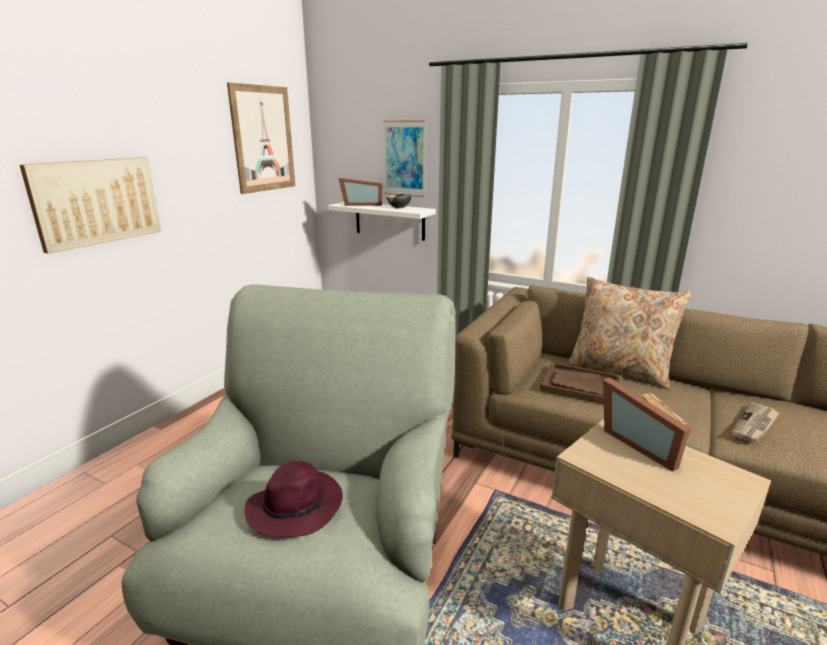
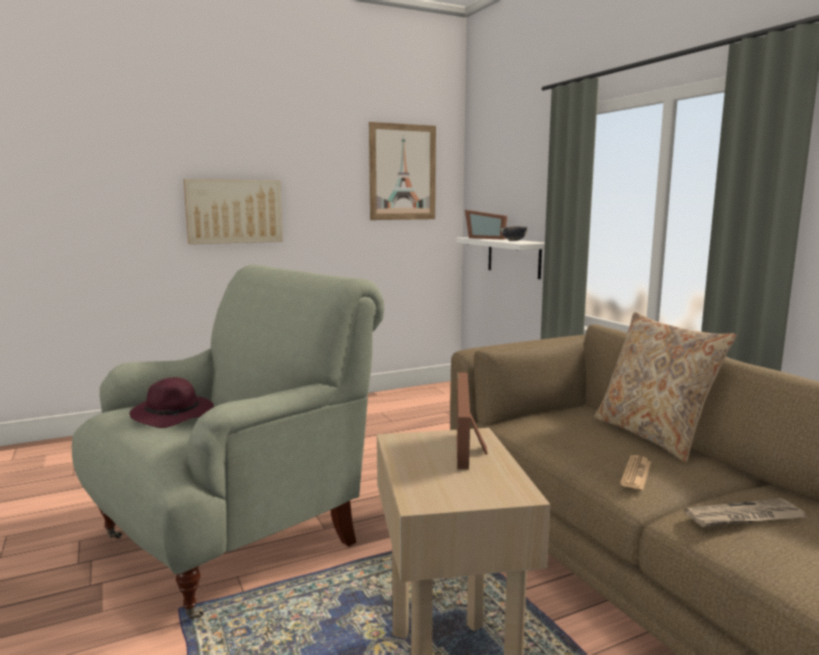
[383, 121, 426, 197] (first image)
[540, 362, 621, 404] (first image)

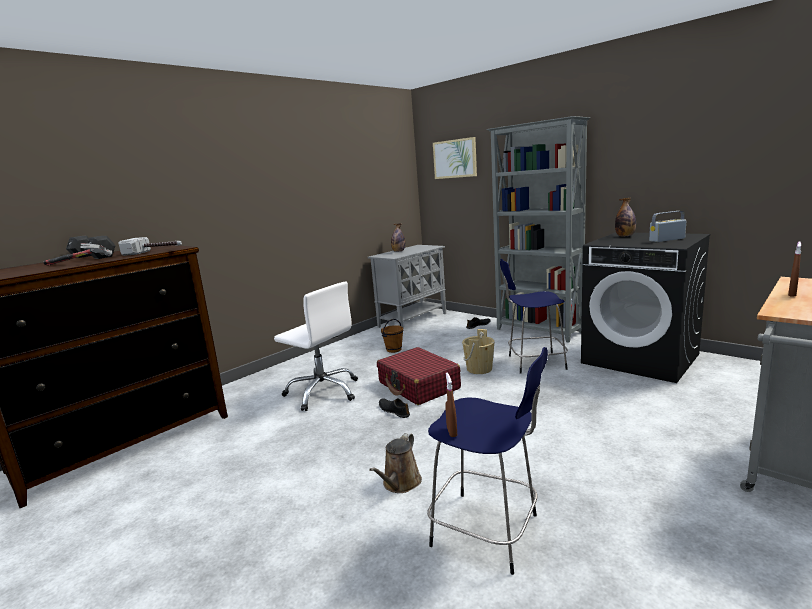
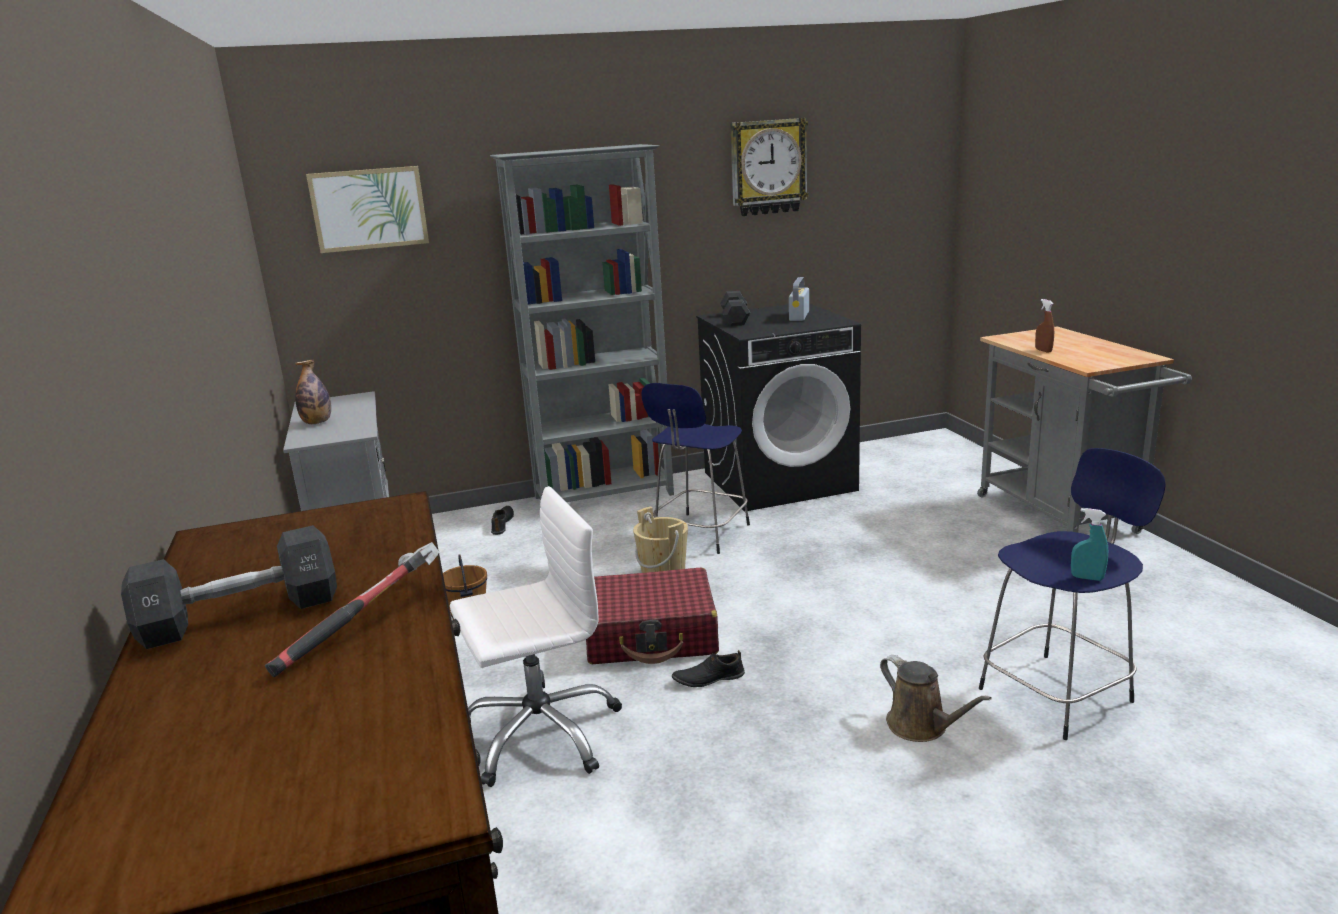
[119, 237, 182, 256] (first image)
[1071, 508, 1108, 581]
[720, 291, 750, 326]
[730, 118, 809, 216]

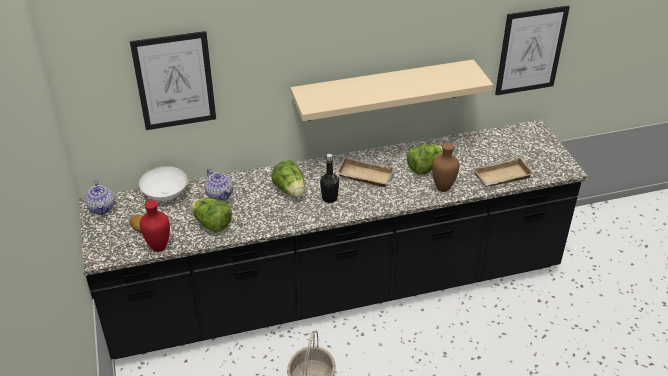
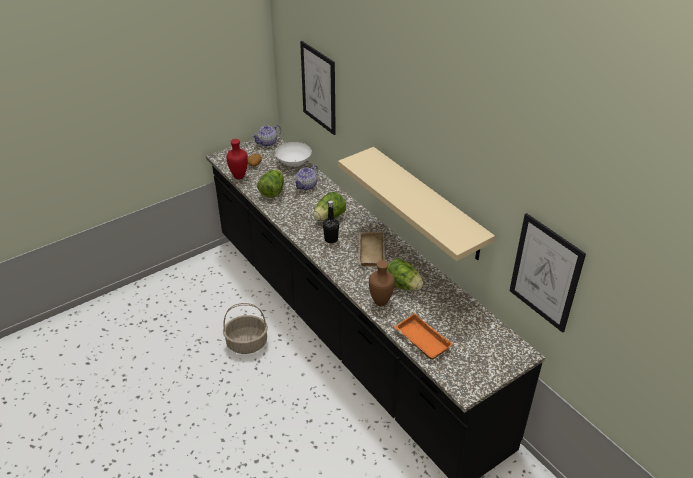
[394, 313, 453, 360]

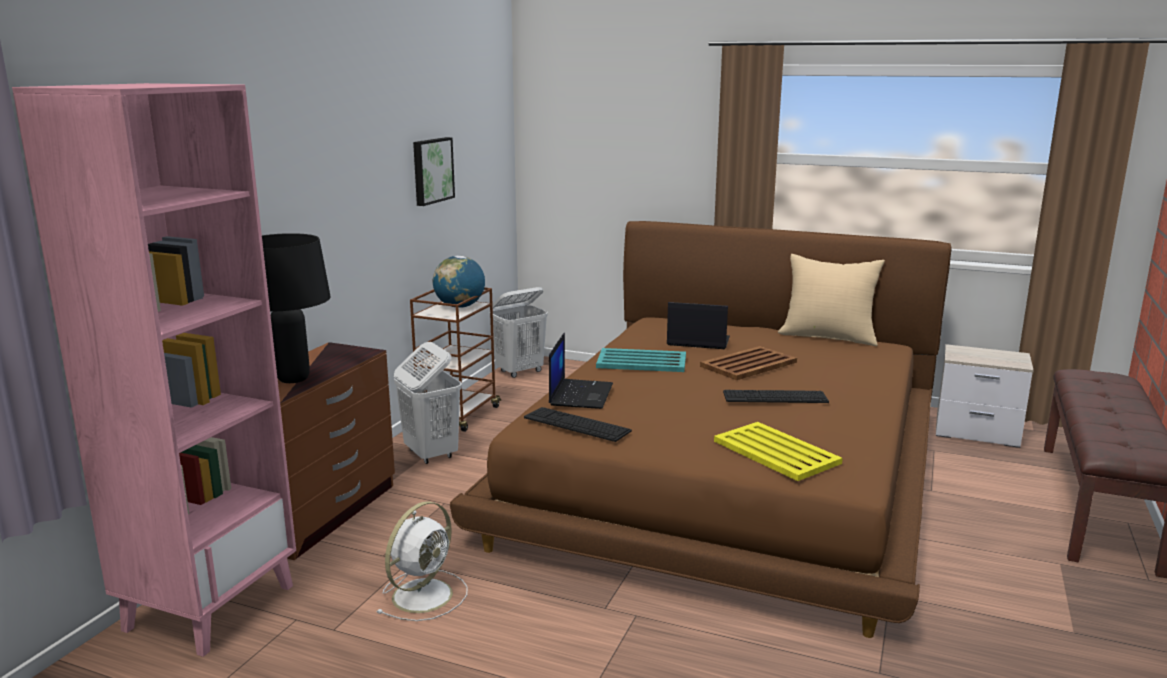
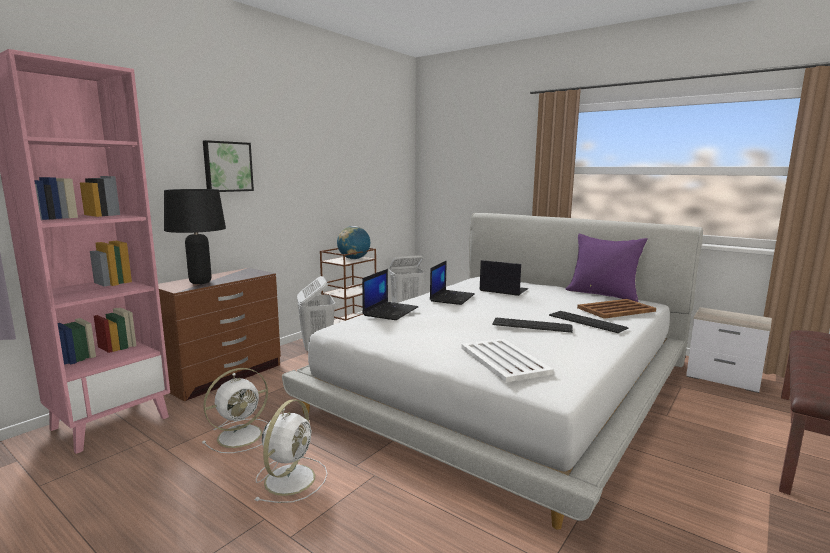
[203, 140, 254, 192]
[282, 213, 703, 530]
[549, 311, 628, 333]
[430, 260, 475, 305]
[577, 299, 656, 319]
[461, 339, 554, 382]
[566, 234, 648, 302]
[255, 399, 327, 503]

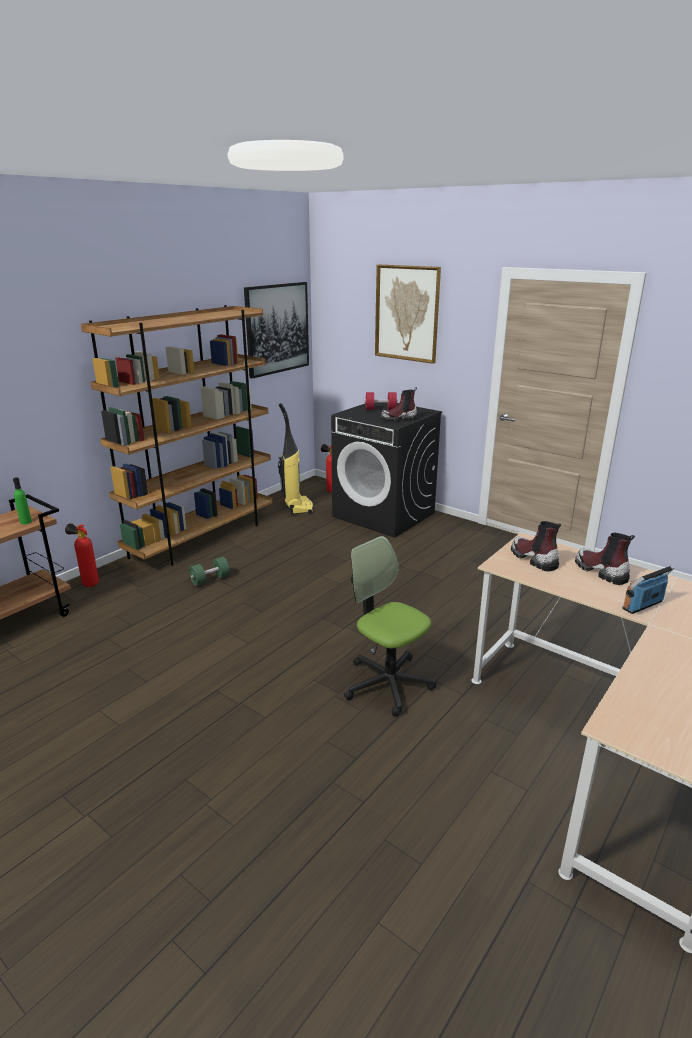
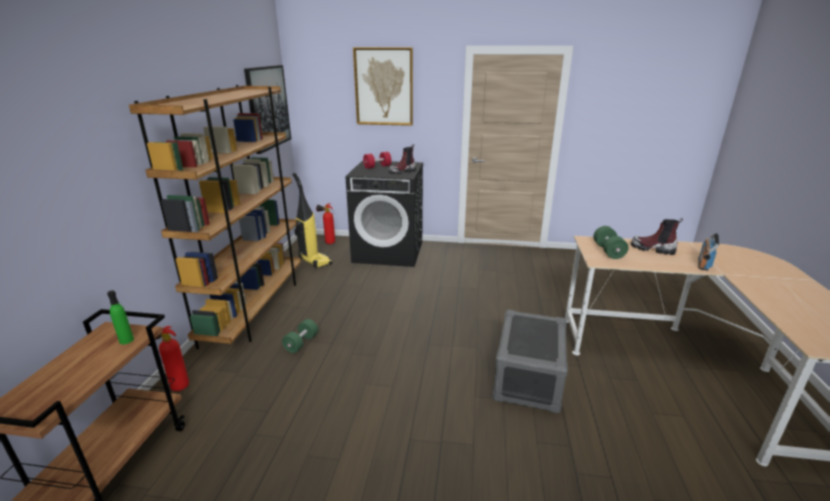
[492, 310, 568, 413]
[593, 226, 629, 259]

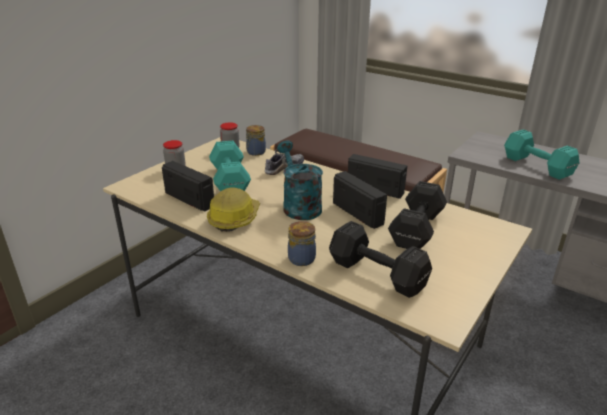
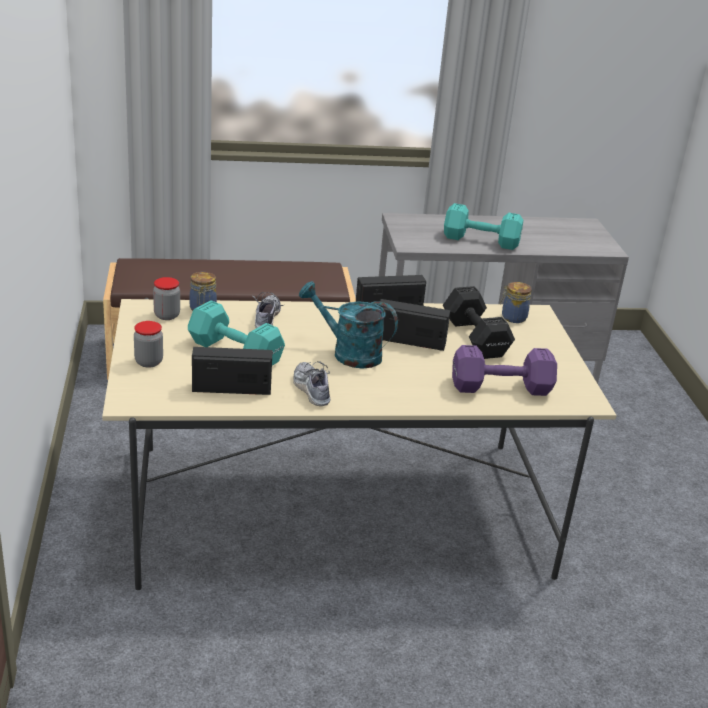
[293, 361, 331, 406]
[500, 282, 532, 323]
[452, 345, 557, 396]

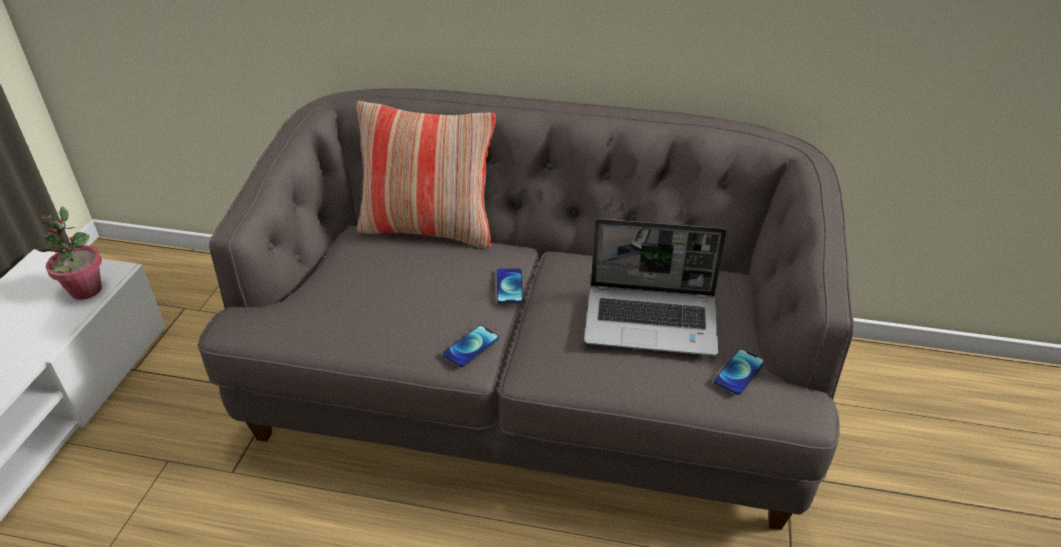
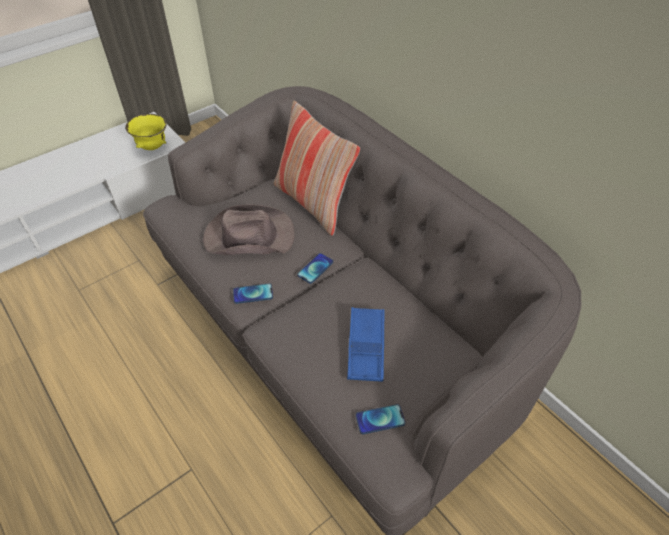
[125, 114, 167, 150]
[347, 307, 385, 382]
[203, 204, 294, 255]

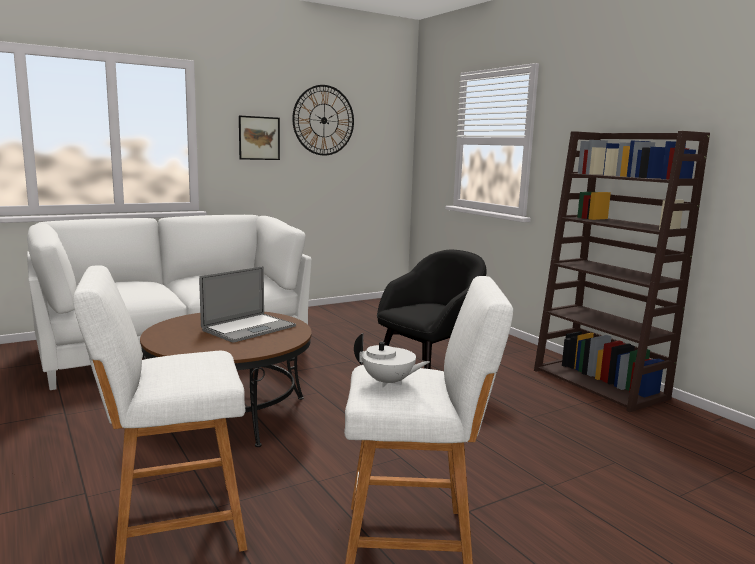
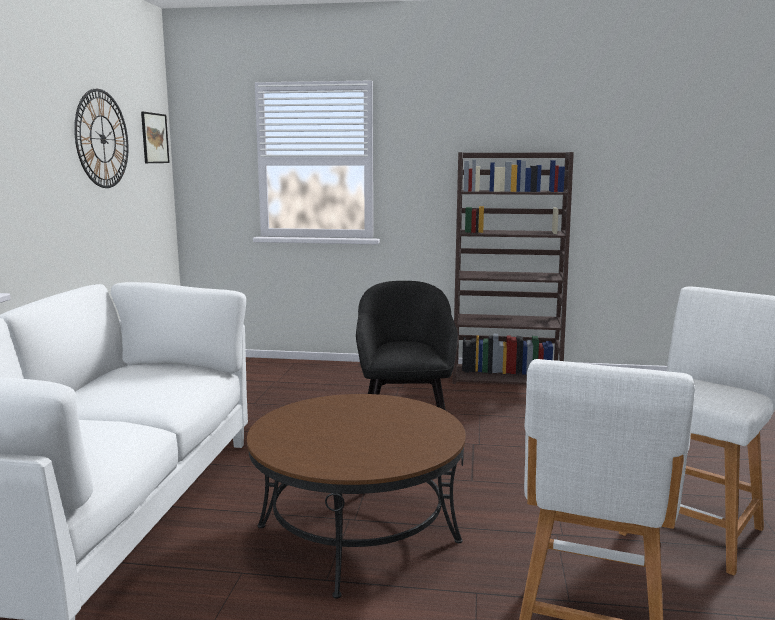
[199, 266, 296, 343] (first image)
[141, 112, 170, 163]
[354, 333, 430, 387] (first image)

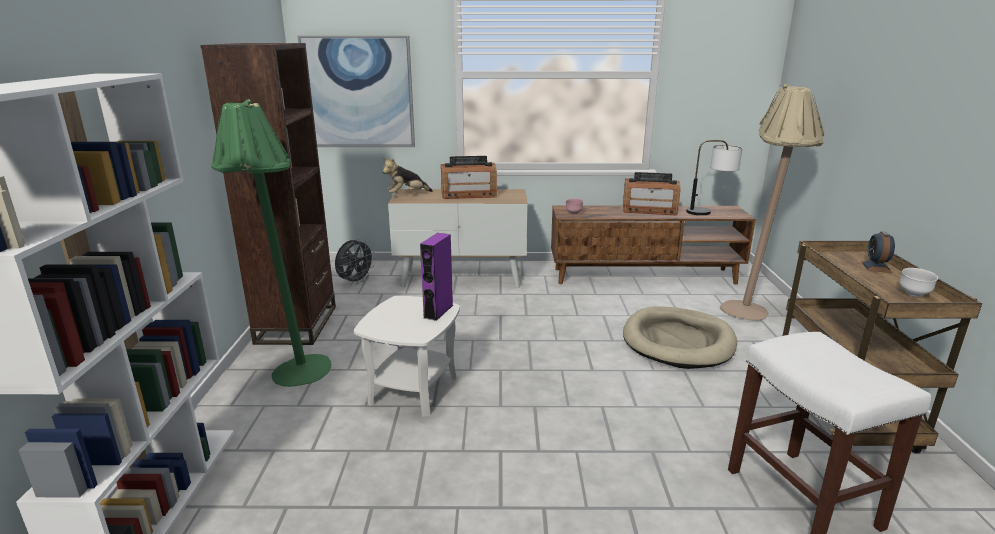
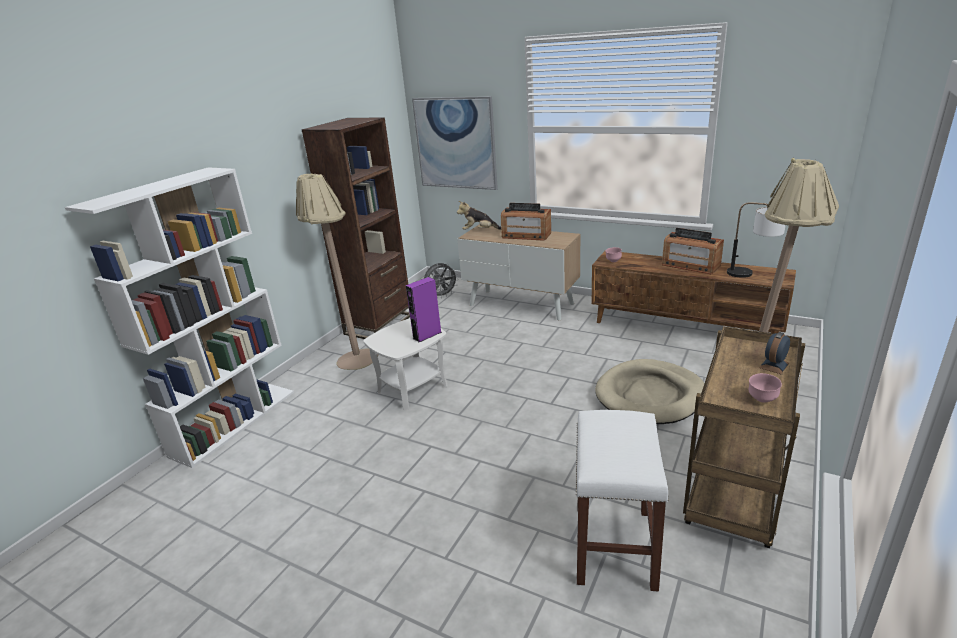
[296, 174, 378, 370]
[749, 373, 782, 403]

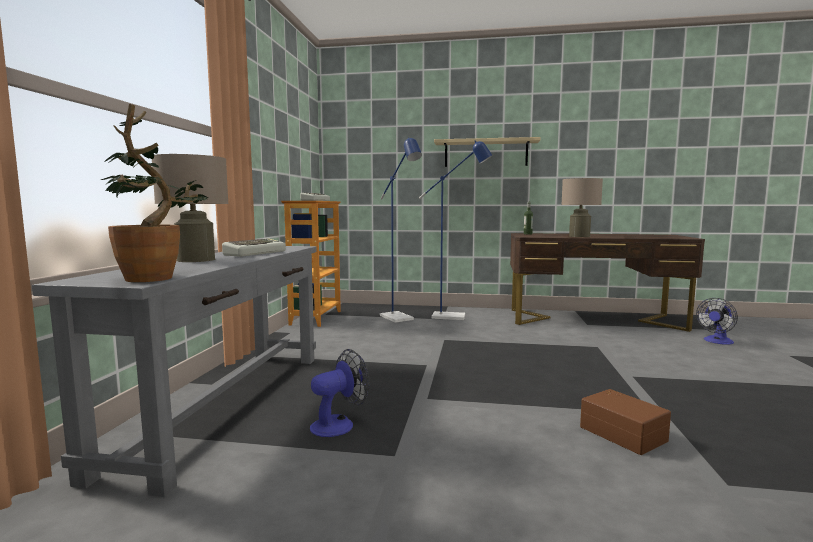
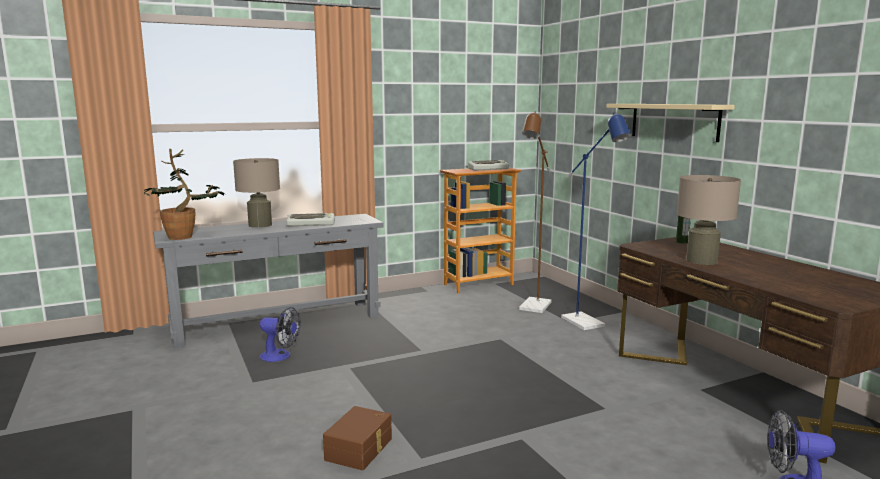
[519, 111, 551, 313]

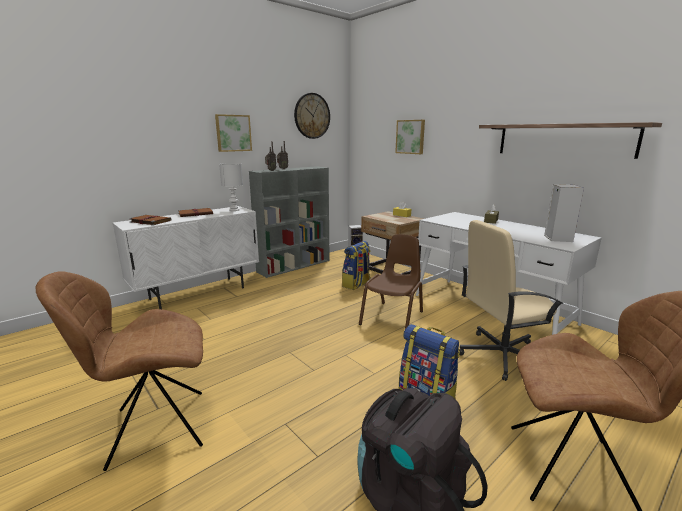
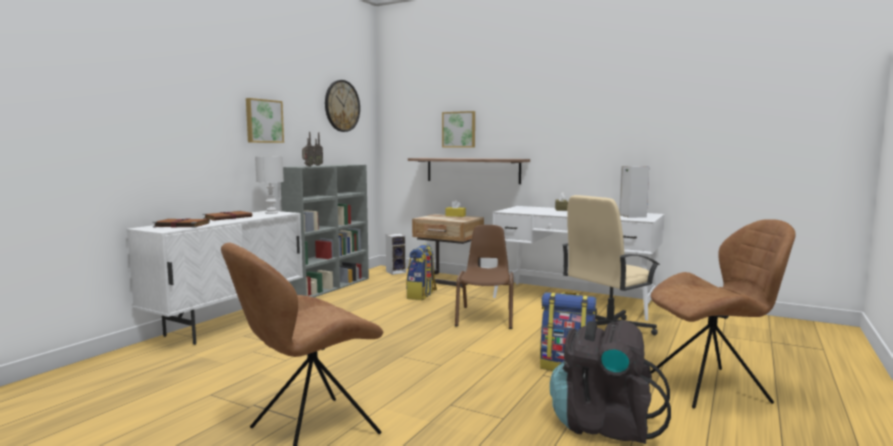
[408, 158, 530, 184]

